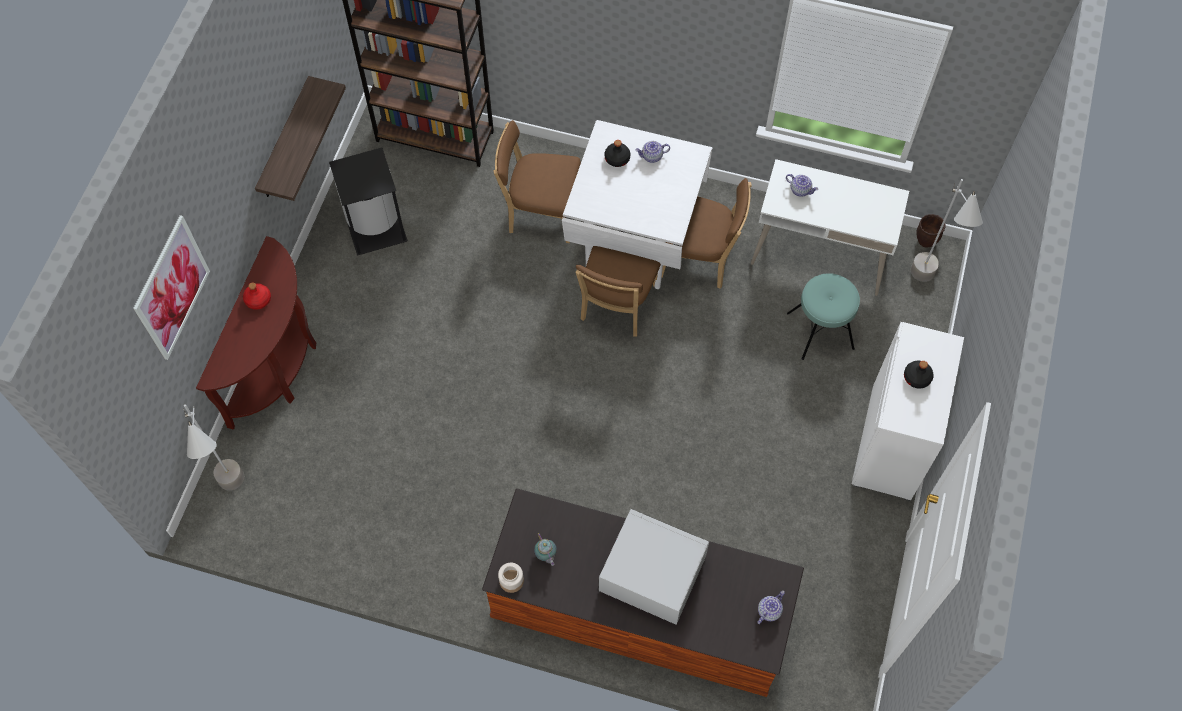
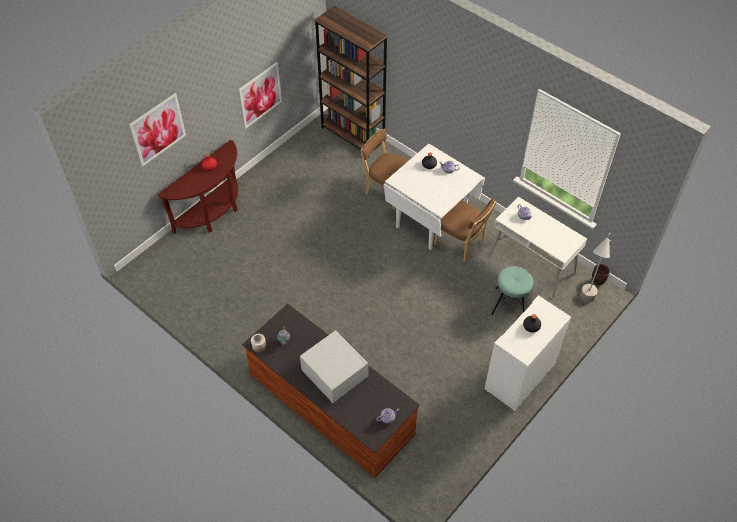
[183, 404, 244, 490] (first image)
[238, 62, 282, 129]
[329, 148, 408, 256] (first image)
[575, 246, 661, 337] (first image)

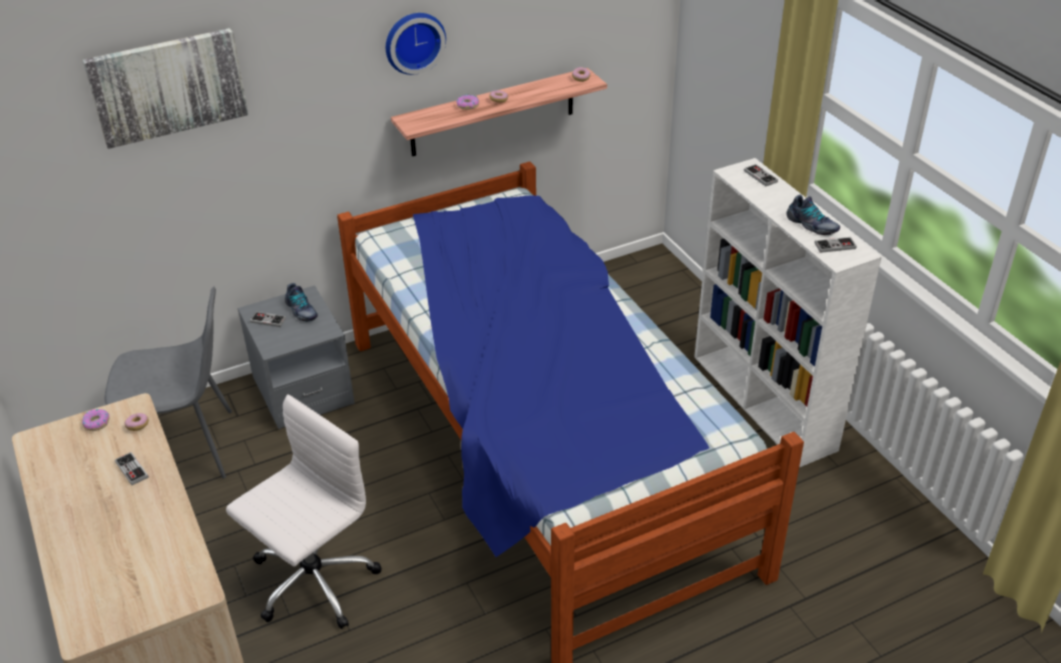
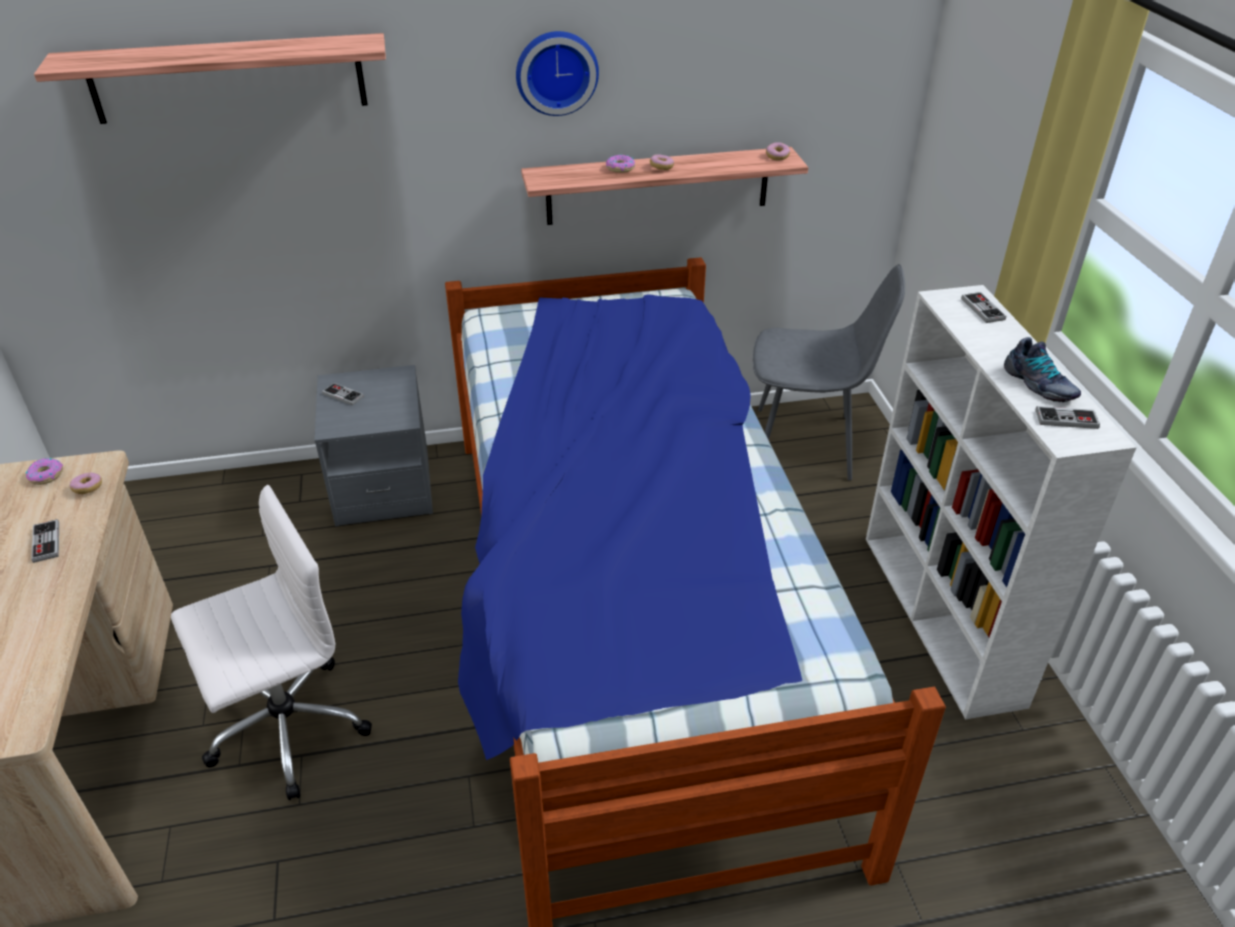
[34, 33, 386, 124]
[753, 264, 905, 480]
[285, 283, 318, 322] (first image)

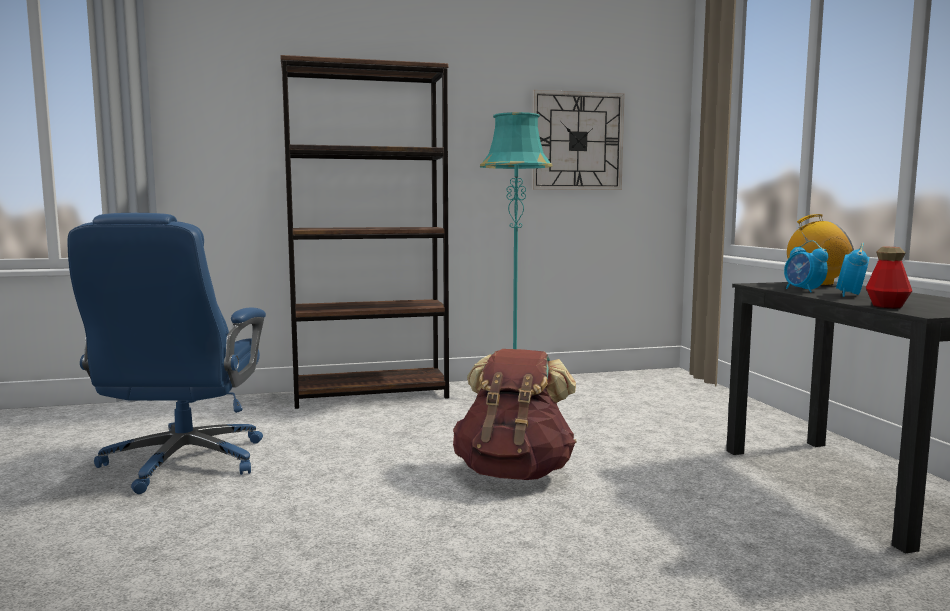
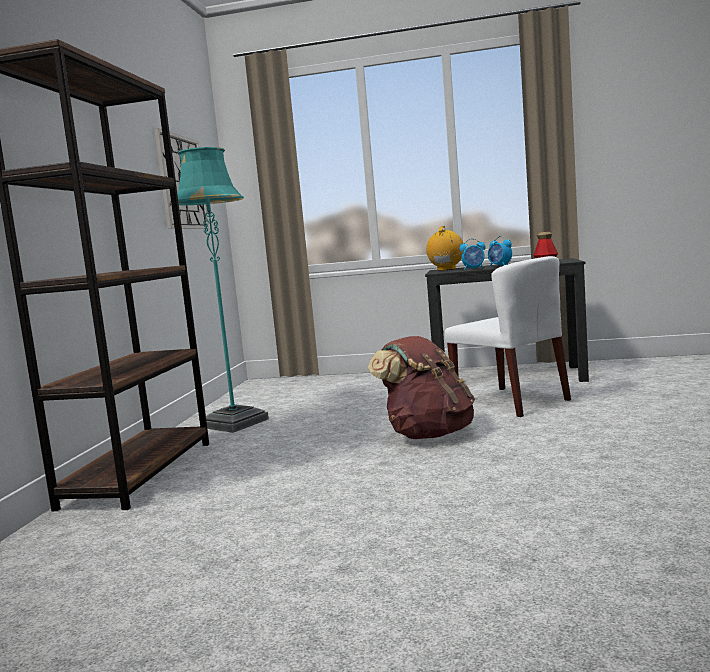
[67, 213, 266, 494] (first image)
[445, 256, 571, 417]

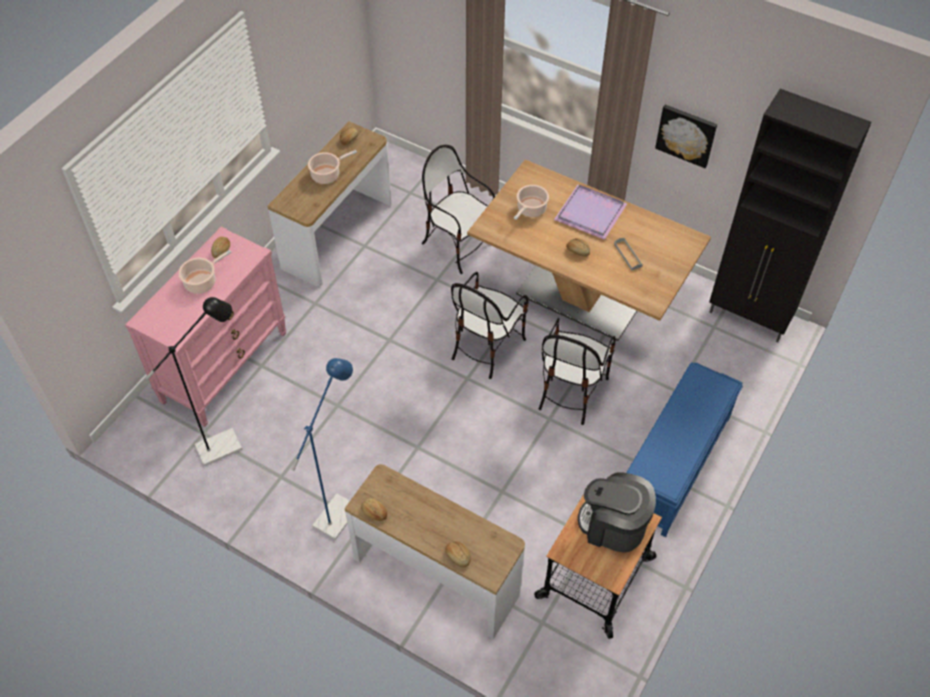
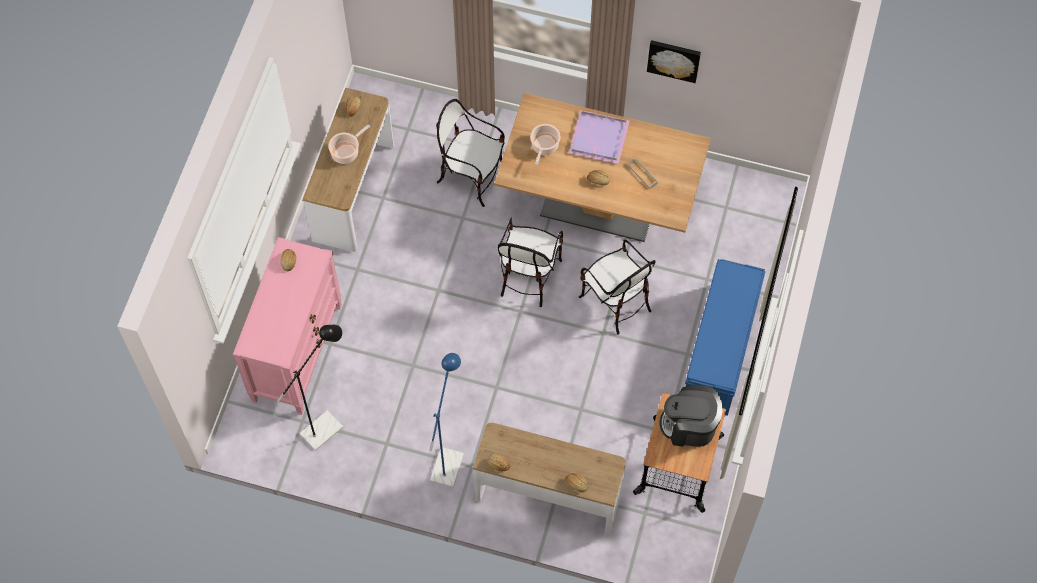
[178, 250, 231, 294] (first image)
[579, 239, 656, 335]
[709, 89, 871, 343] (first image)

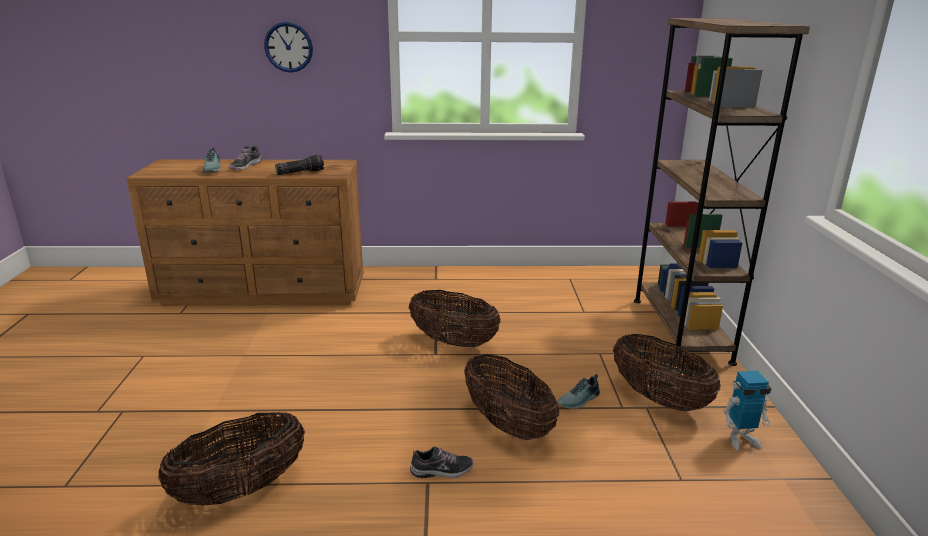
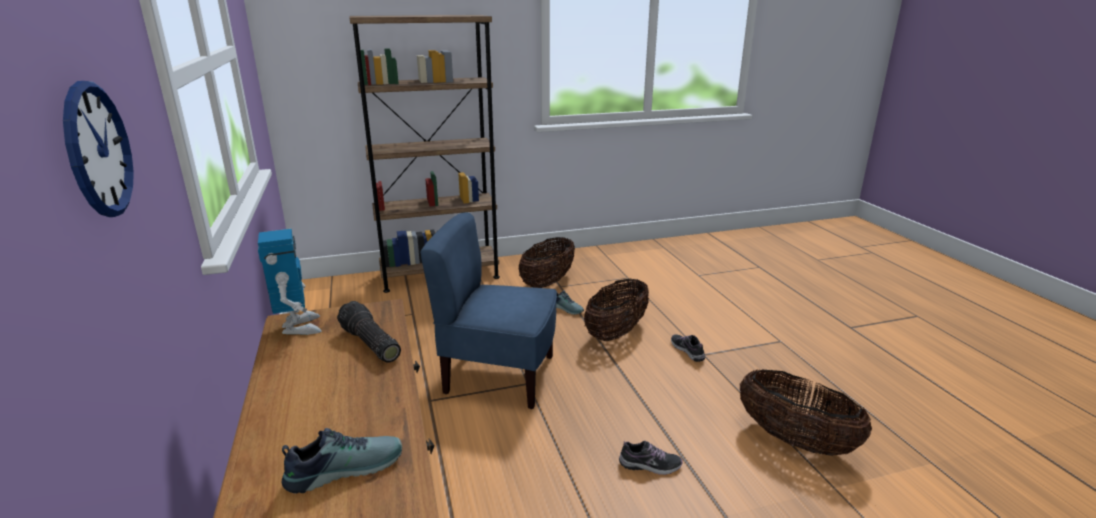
[619, 440, 683, 475]
[420, 212, 557, 409]
[258, 229, 322, 335]

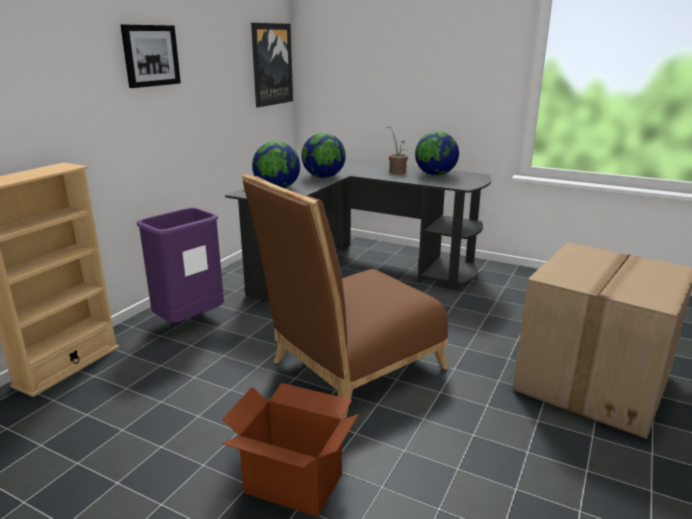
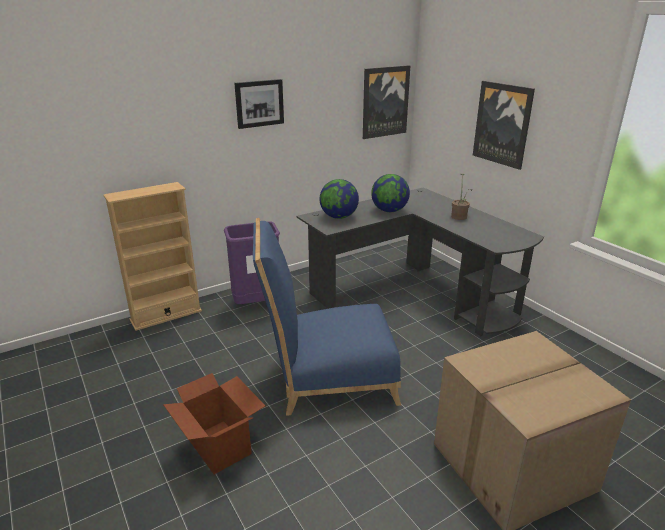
[253, 218, 401, 416]
[415, 131, 459, 176] (first image)
[473, 81, 535, 170]

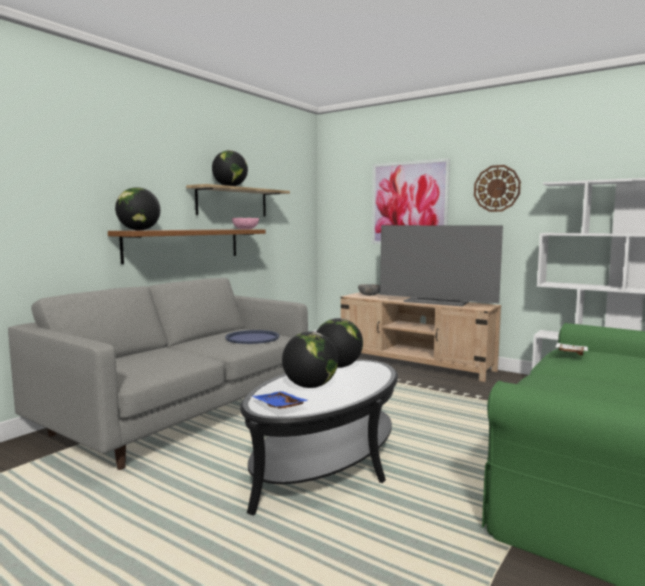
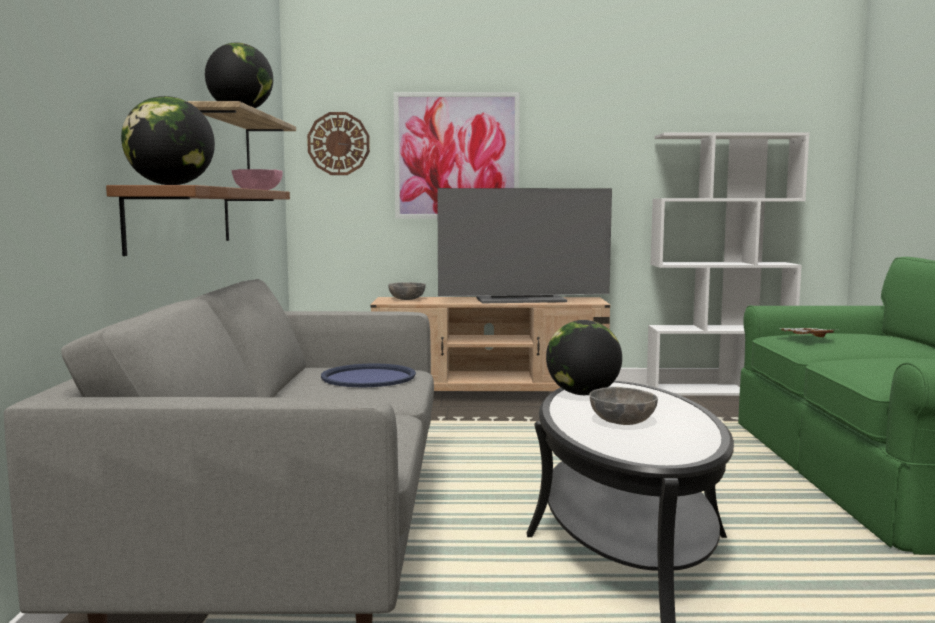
[252, 391, 309, 409] (first image)
[589, 387, 658, 425]
[307, 112, 370, 175]

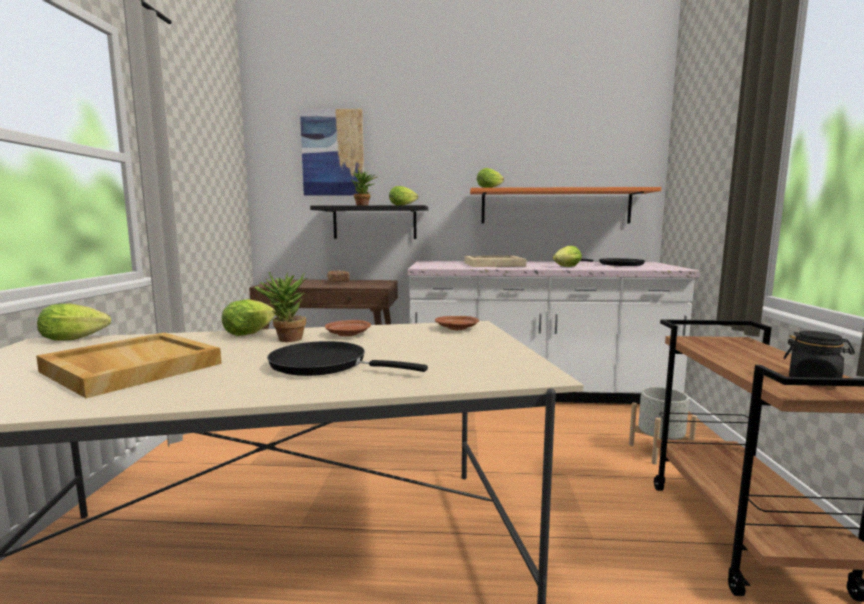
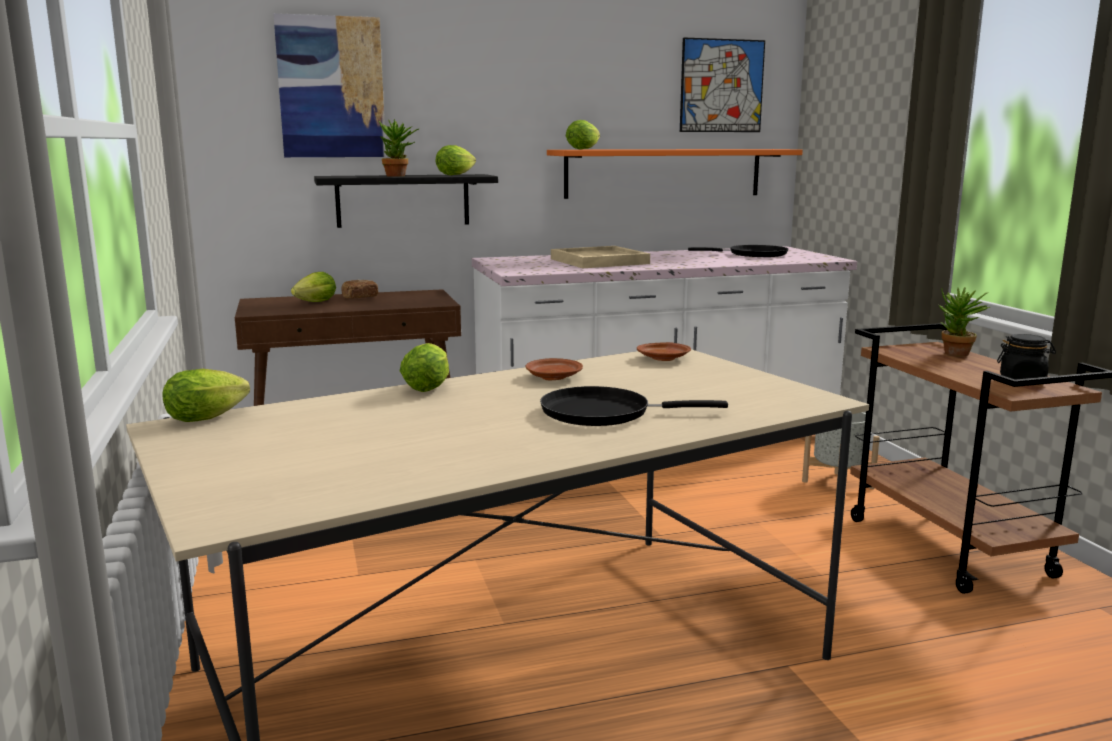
[36, 332, 222, 398] (first image)
[939, 287, 990, 356]
[291, 272, 336, 302]
[680, 37, 765, 132]

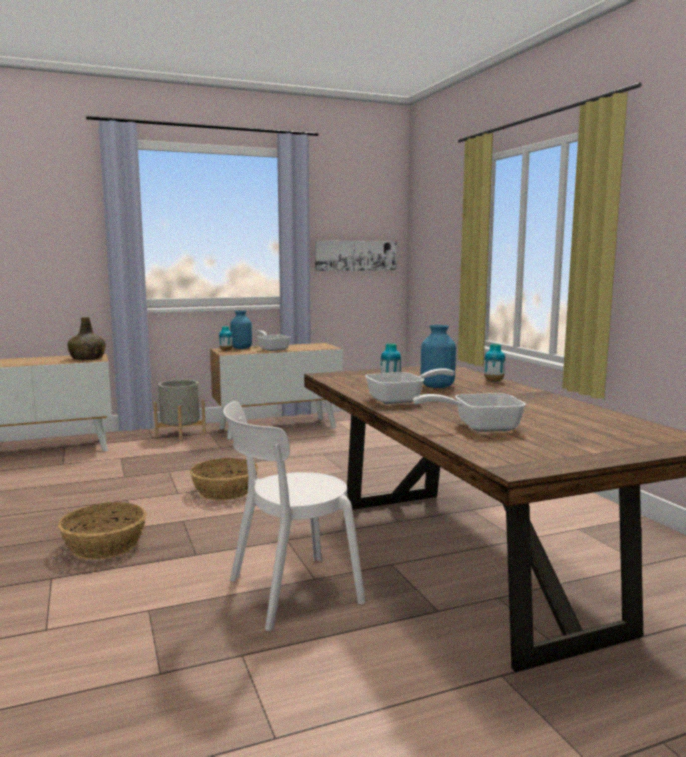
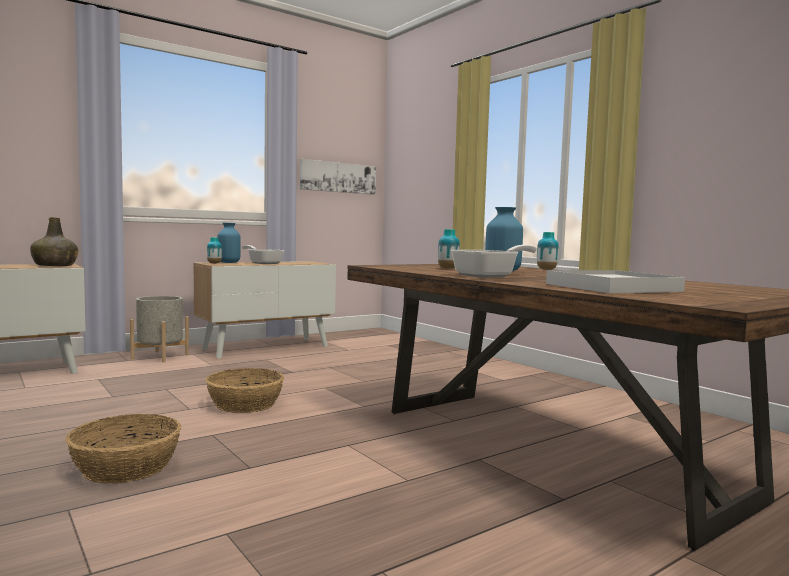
[223, 401, 366, 631] (first image)
[546, 270, 685, 294]

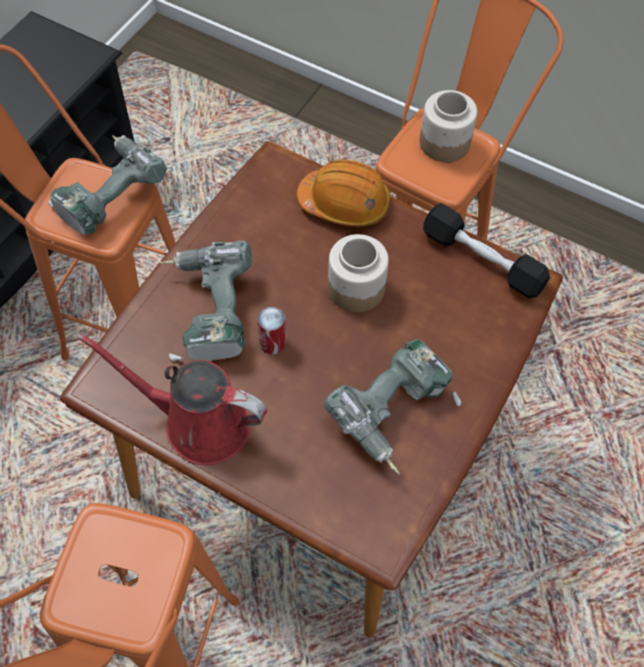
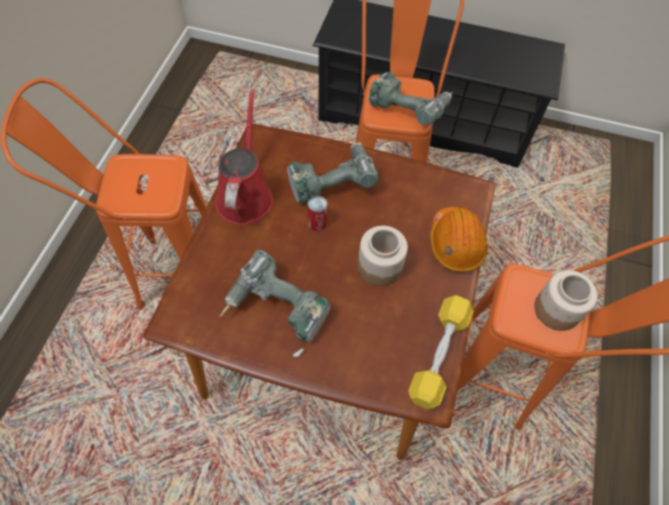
[408, 295, 474, 409]

